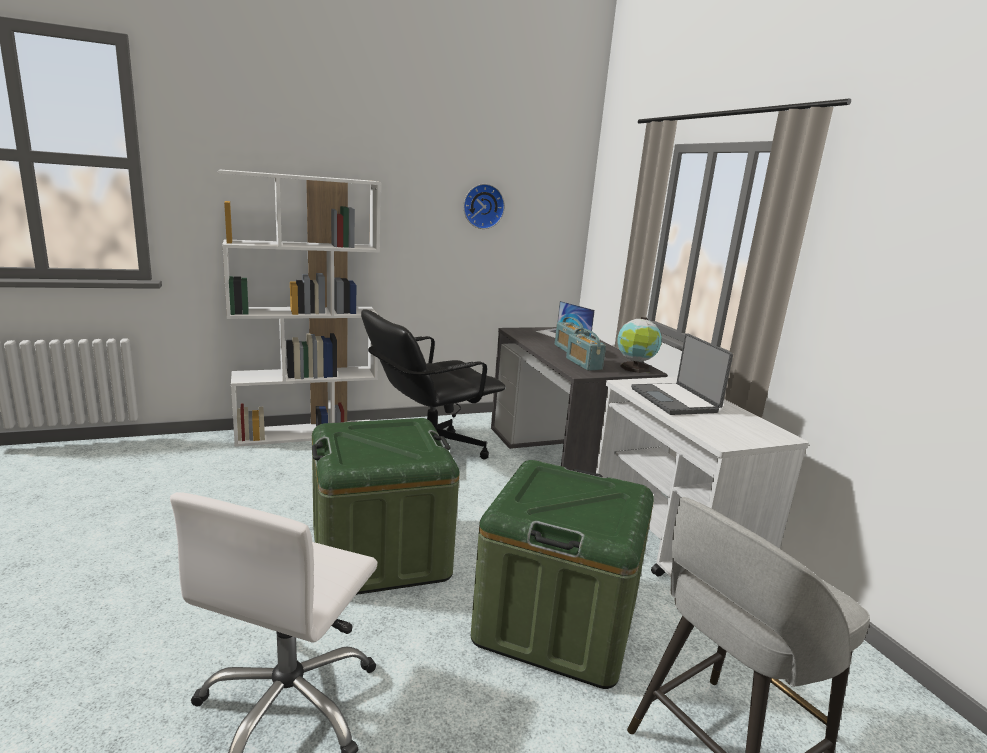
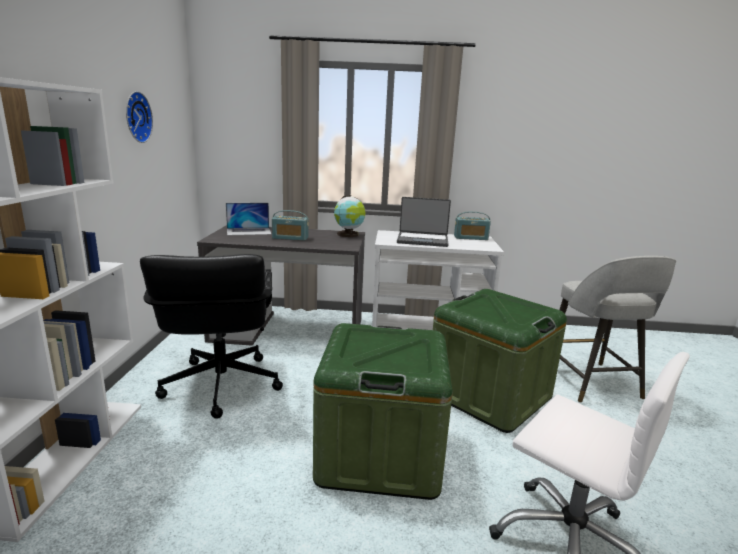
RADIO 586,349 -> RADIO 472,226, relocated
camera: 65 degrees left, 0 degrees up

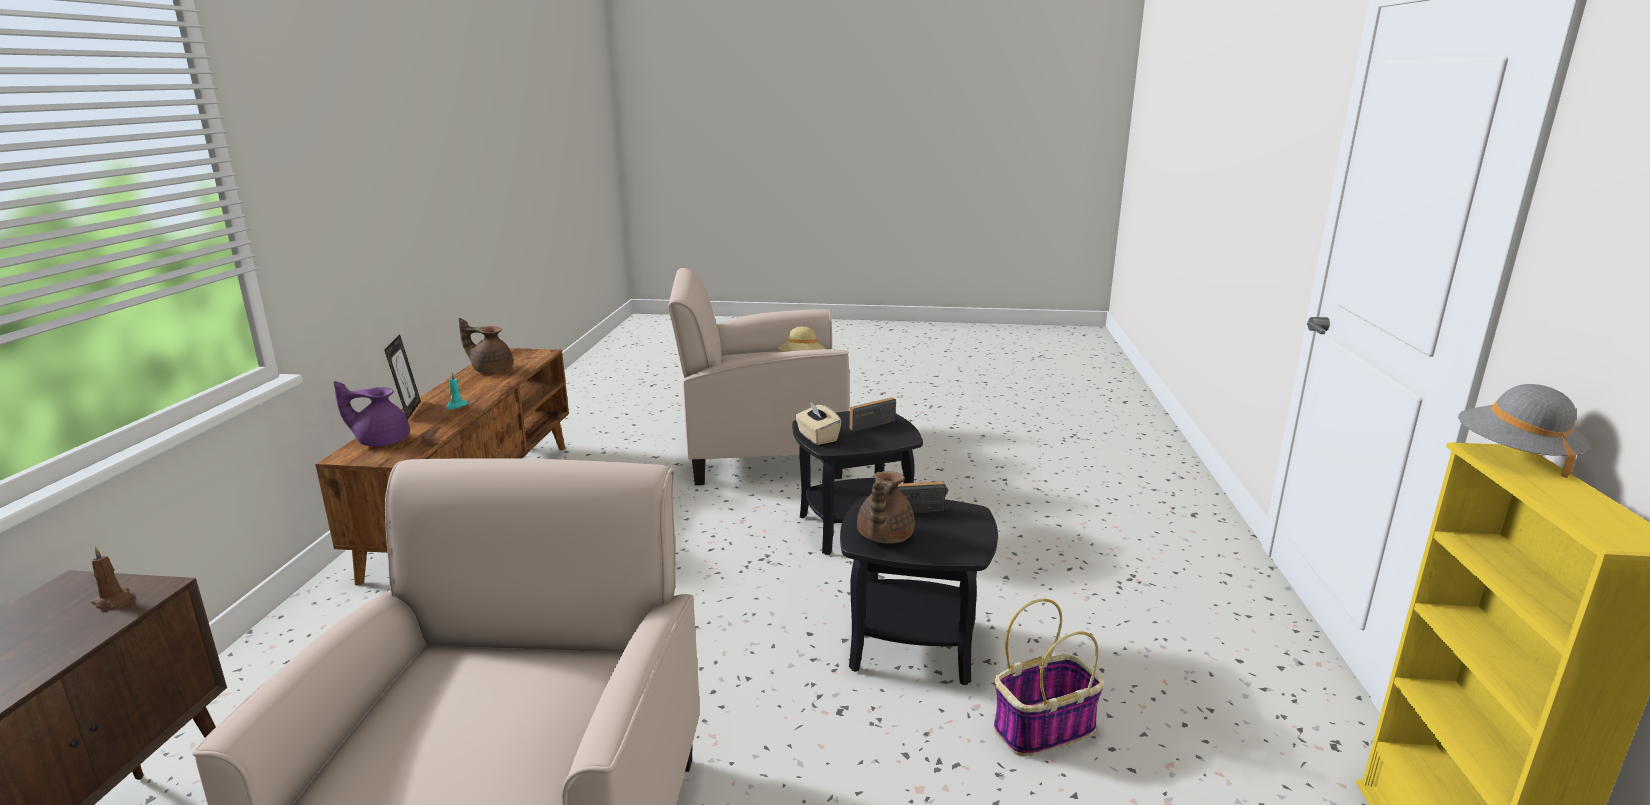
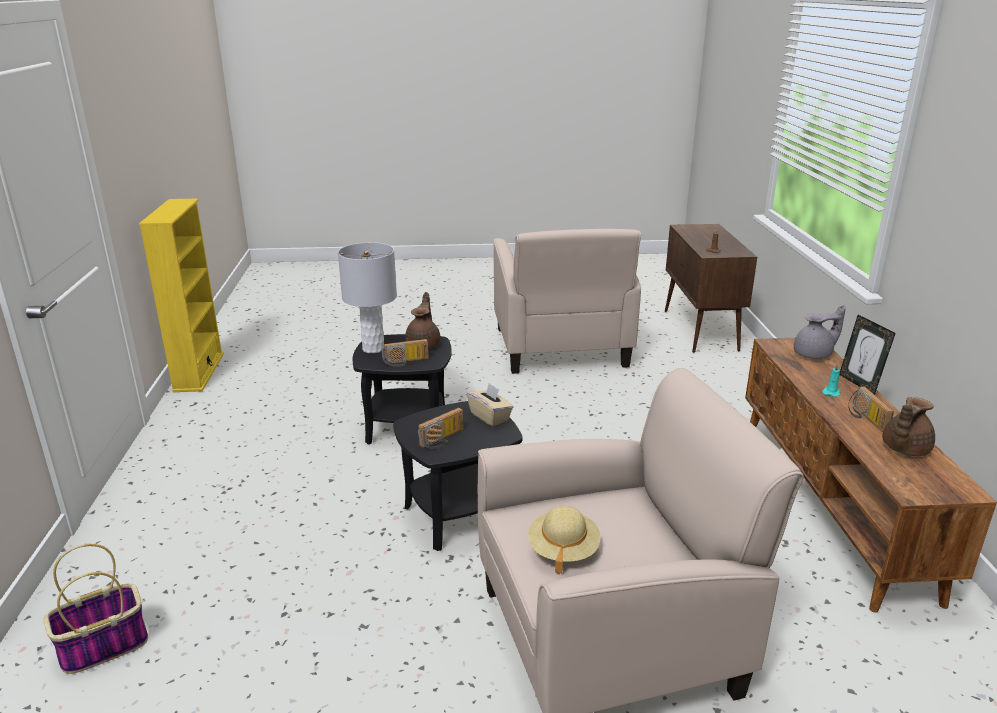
BASKET 1049,677 -> BASKET 95,609, relocated
none -> GREY TABLE LAMP 367,297
PURPLE TEAPOT 371,413 -> GREY TEAPOT 820,332
none -> RADIO 871,409
BROWN TEAPOT 485,345 -> BROWN TEAPOT 908,426, 135 degrees clockwise
GREY HAT 1524,431 -> none
camera: 170 degrees right, 5 degrees up

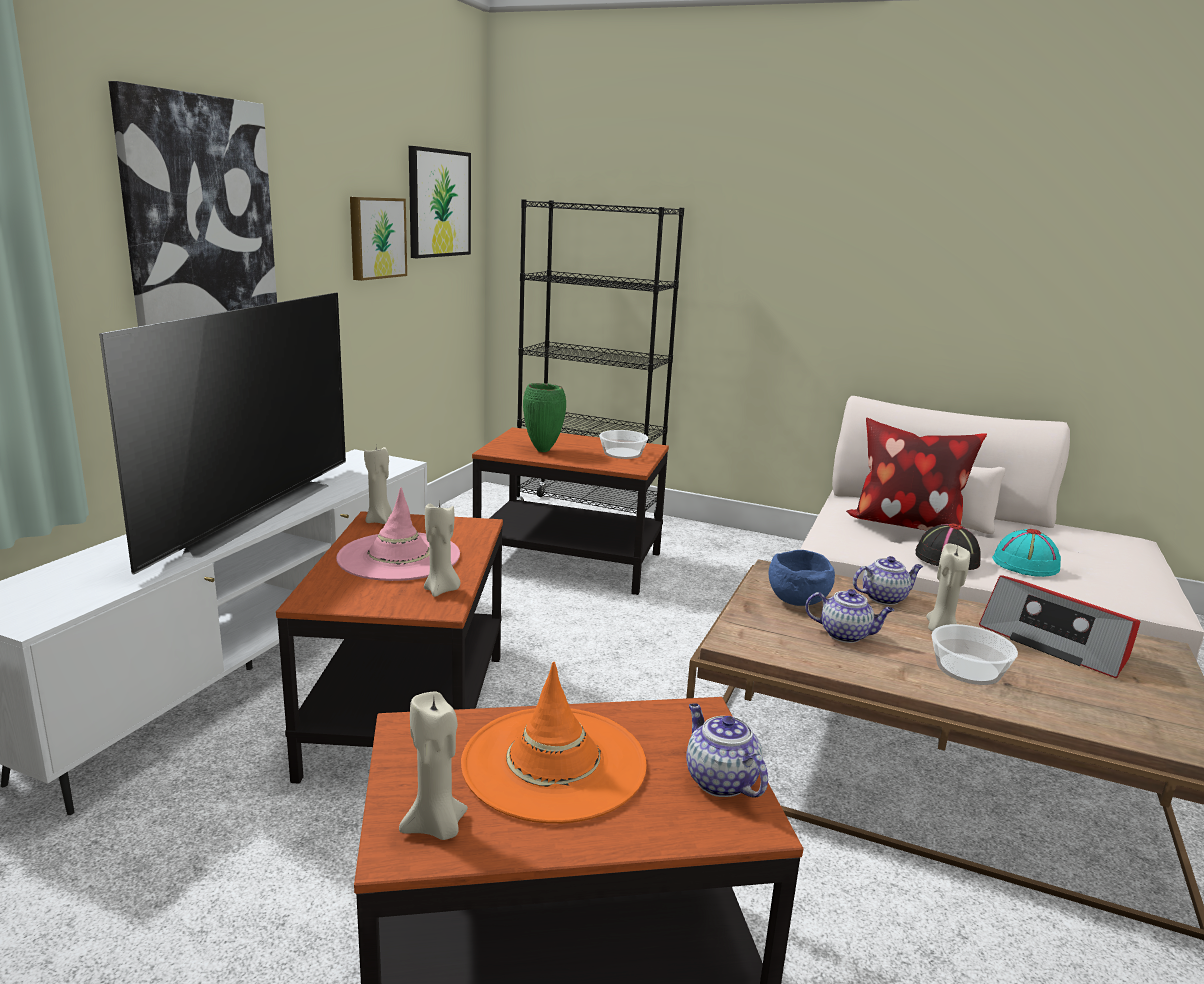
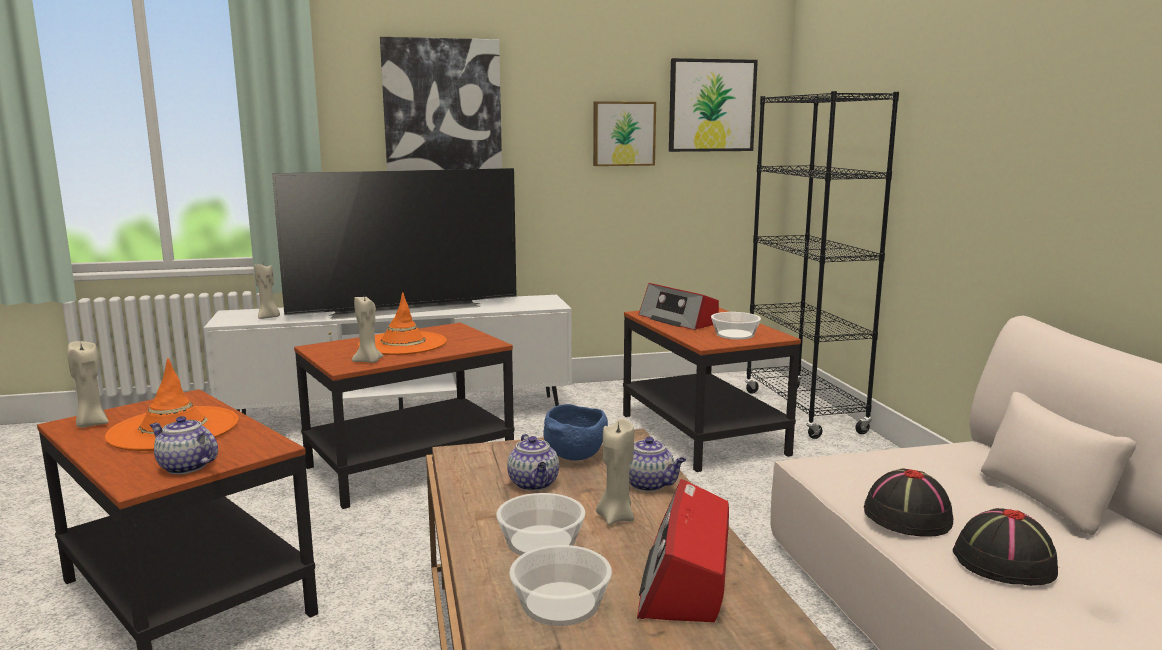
TEAPOT 727,750 -> TEAPOT 184,445, 90 degrees counterclockwise
BEIGE CANDLE 378,485 -> BEIGE CANDLE 267,291, relocated
PINK HAT 398,534 -> ORANGE HAT 402,324
none -> BOWL 560,585
GREEN VASE 544,417 -> RADIO 679,306
TURQUOISE HAT 1026,553 -> BLACK HAT 1006,547
PILLOW 916,474 -> none
camera: 55 degrees right, 5 degrees down

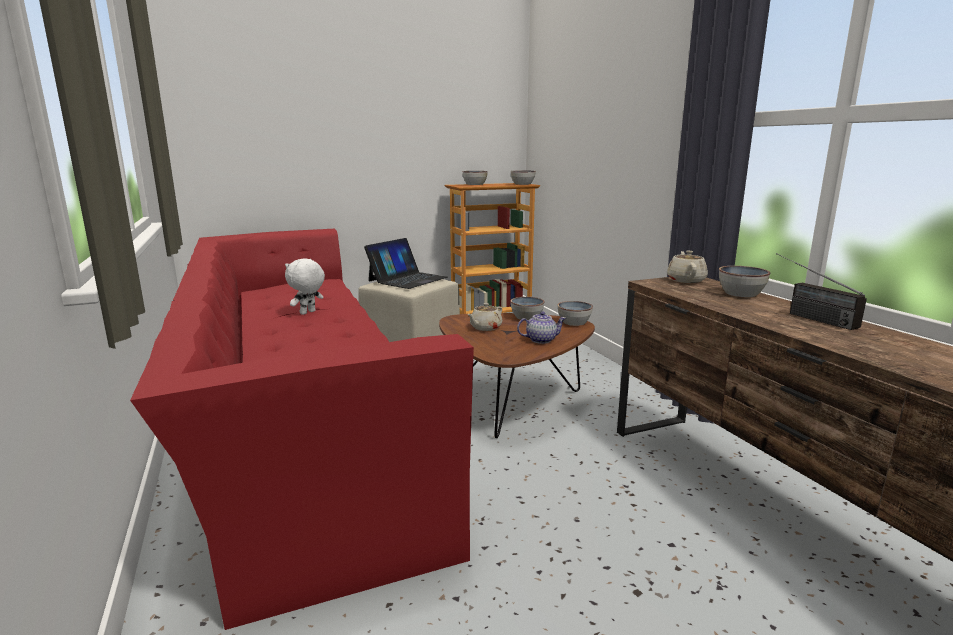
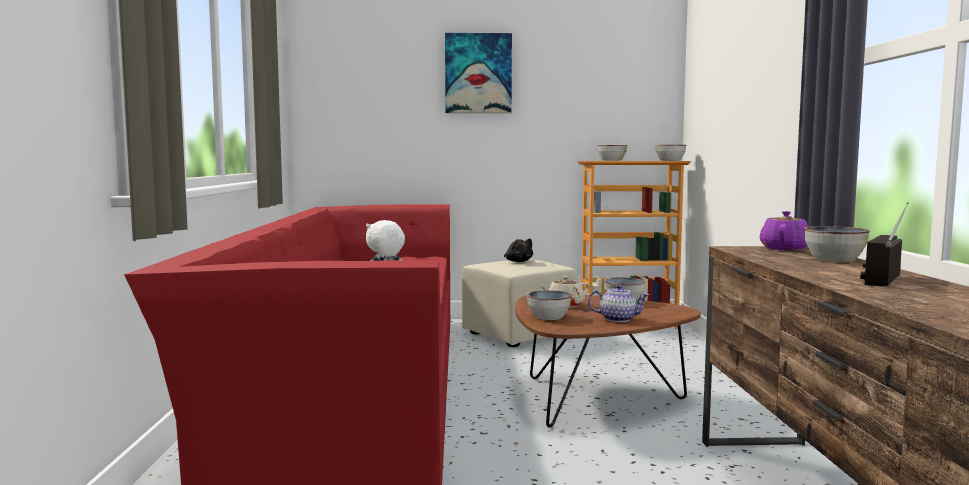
none -> PICTURE 478,73
LAPTOP 405,263 -> BLACK PLUSH TOY 518,250
BOWL 575,313 -> BOWL 549,305, relocated
BEIGE TEAPOT 687,267 -> PURPLE TEAPOT 784,230
RADIO 821,291 -> RADIO 884,244, 45 degrees clockwise
camera: 20 degrees right, 10 degrees down

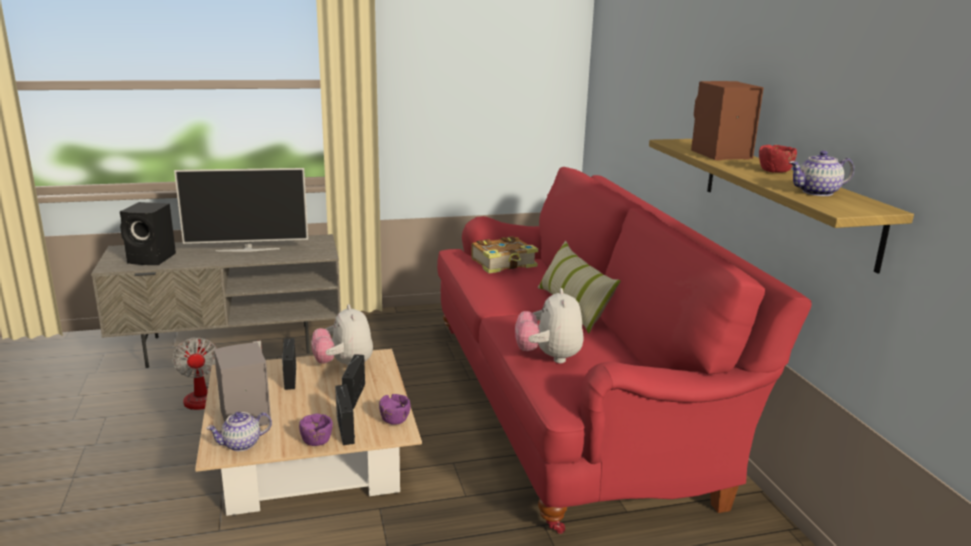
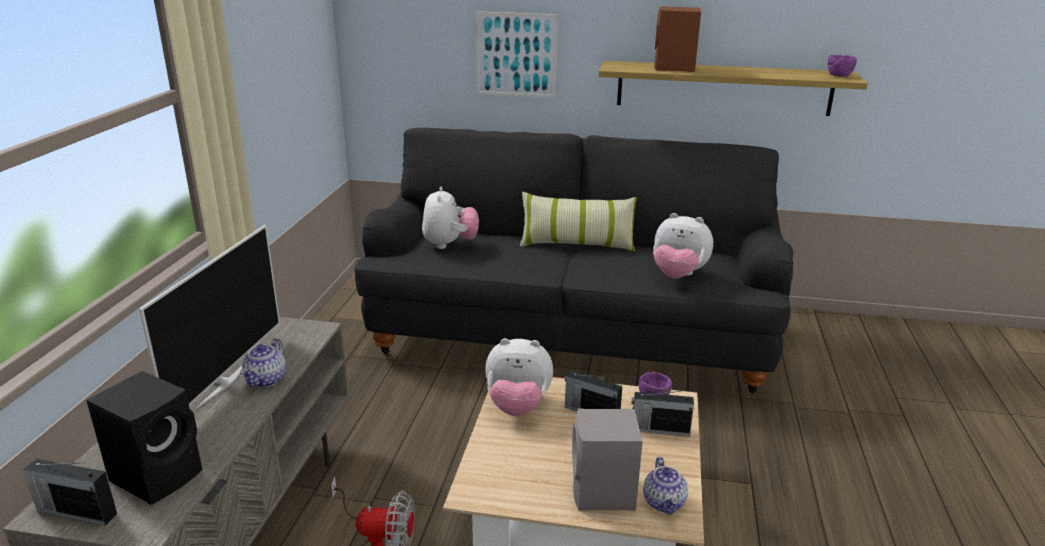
RADIO 289,364 -> RADIO 70,492, relocated
TEAPOT 821,173 -> TEAPOT 263,362, relocated
RED SOFA 624,350 -> BLACK SOFA 573,260
BOOK 504,254 -> PLUSH TOY 450,217
none -> PICTURE 517,55
PURPLE BOWL 316,430 -> PURPLE BOWL 842,65, relocated
RED BOWL 778,159 -> none
camera: 65 degrees left, 5 degrees up

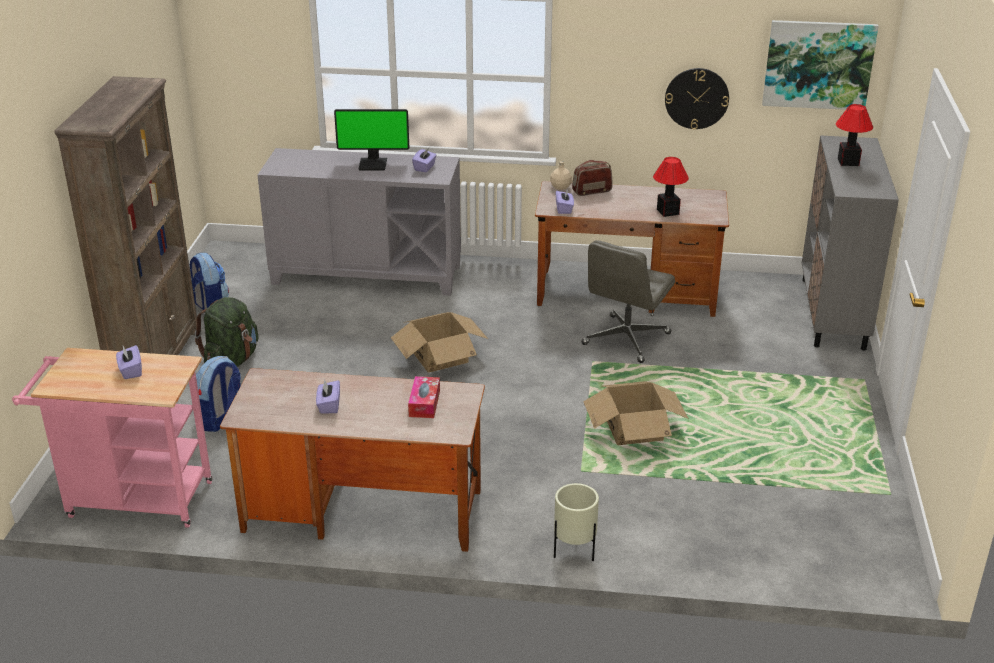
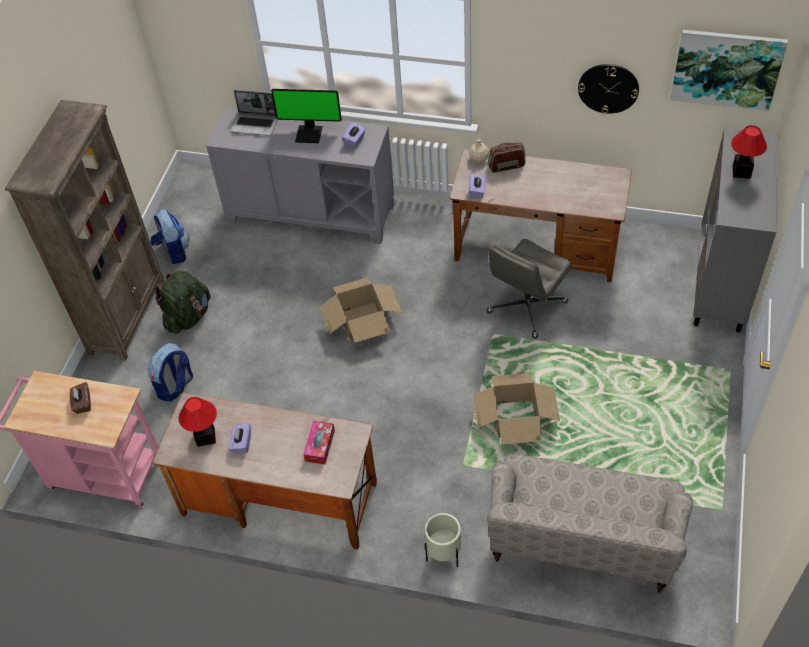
PURPLE TISSUE BOX 129,362 -> BROWN TISSUE BOX 80,398
TABLE LAMP 671,187 -> TABLE LAMP 198,422, relocated
none -> LAPTOP 254,113
none -> BEIGE SOFA 590,523
camera: 10 degrees right, 20 degrees up

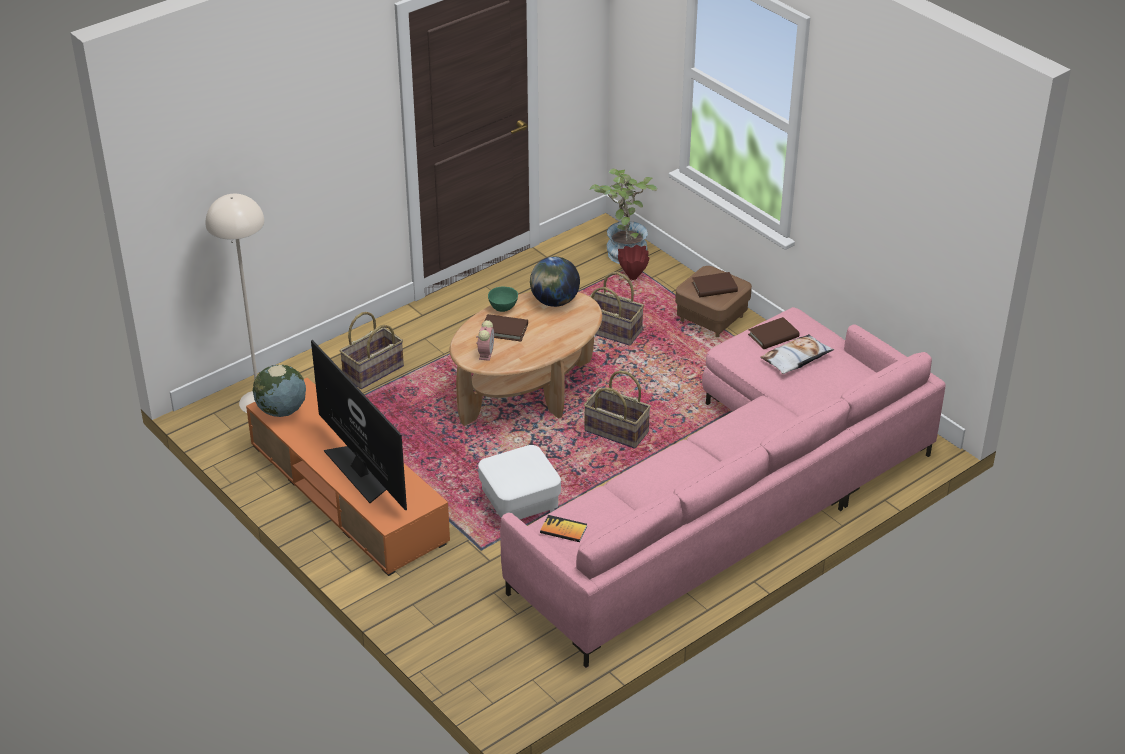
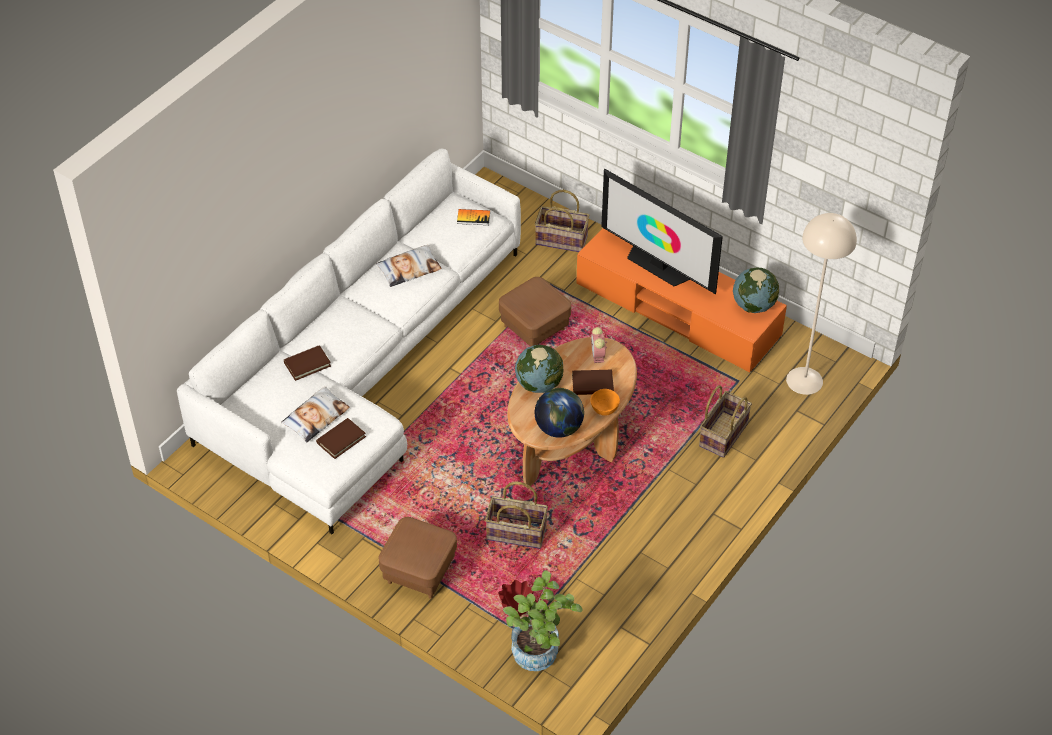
PINK SOFA 723,487 -> WHITE SOFA 349,341
BROWN BOOK 715,284 -> BROWN BOOK 307,363, relocated
none -> PILLOW 409,266
WHITE OTTOMAN 519,482 -> BROWN OTTOMAN 535,312
none -> GLOBE 539,369
BASKET 617,409 -> BASKET 562,221, relocated
GREEN BOWL 503,299 -> ORANGE BOWL 605,402
camera: 165 degrees right, 10 degrees up

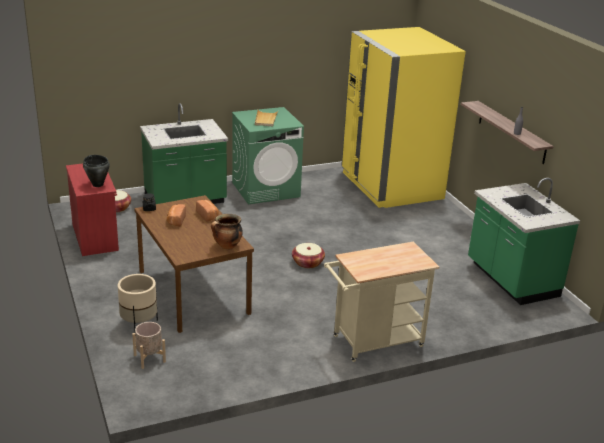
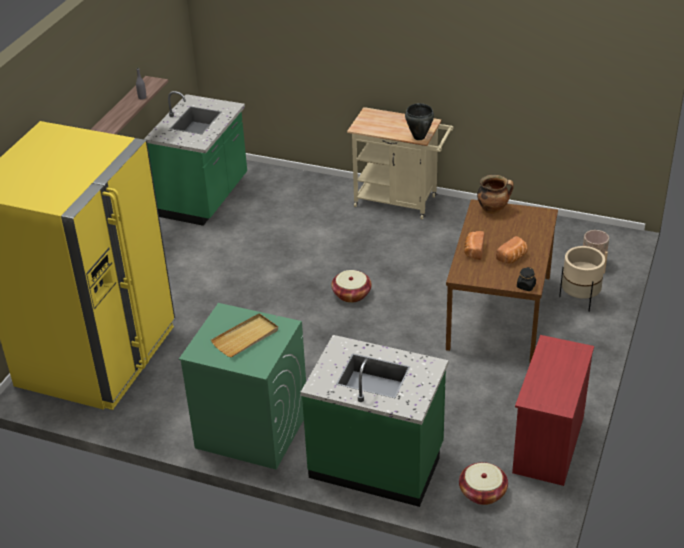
BLACK COOKING POT 96,171 -> BLACK COOKING POT 419,121, relocated
camera: 135 degrees left, 10 degrees up

